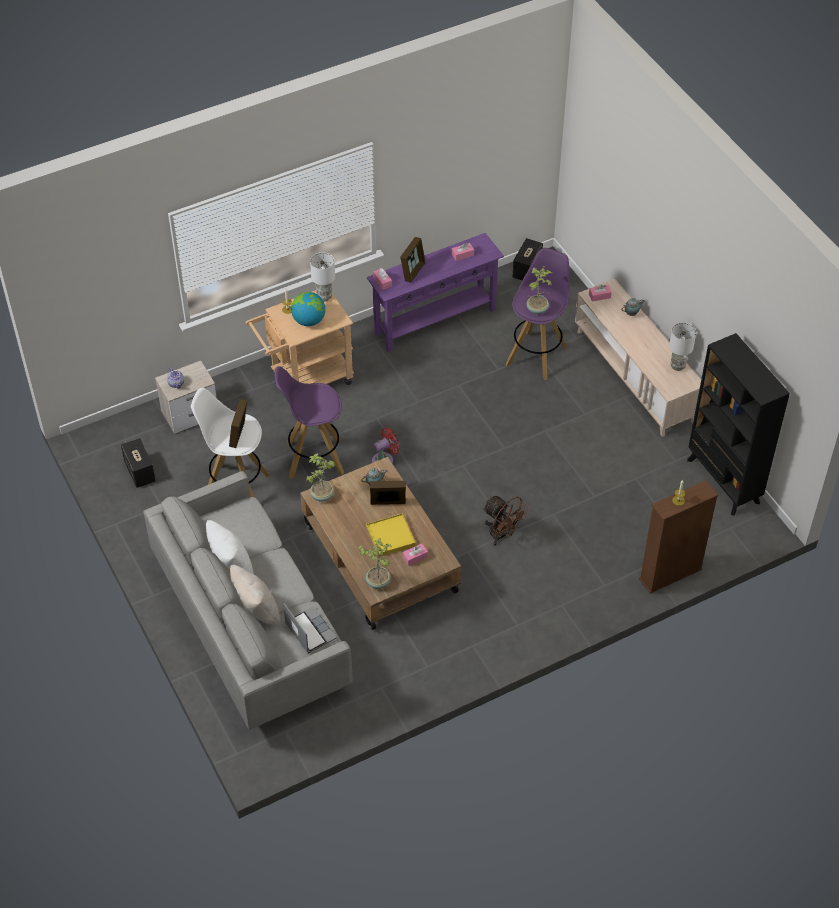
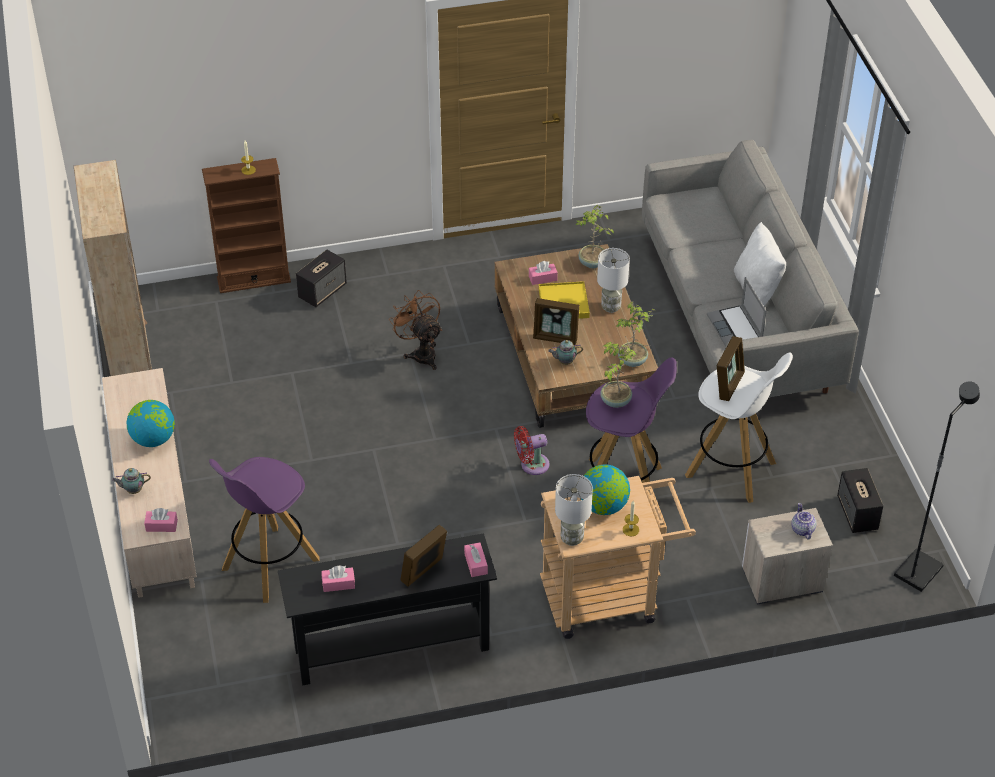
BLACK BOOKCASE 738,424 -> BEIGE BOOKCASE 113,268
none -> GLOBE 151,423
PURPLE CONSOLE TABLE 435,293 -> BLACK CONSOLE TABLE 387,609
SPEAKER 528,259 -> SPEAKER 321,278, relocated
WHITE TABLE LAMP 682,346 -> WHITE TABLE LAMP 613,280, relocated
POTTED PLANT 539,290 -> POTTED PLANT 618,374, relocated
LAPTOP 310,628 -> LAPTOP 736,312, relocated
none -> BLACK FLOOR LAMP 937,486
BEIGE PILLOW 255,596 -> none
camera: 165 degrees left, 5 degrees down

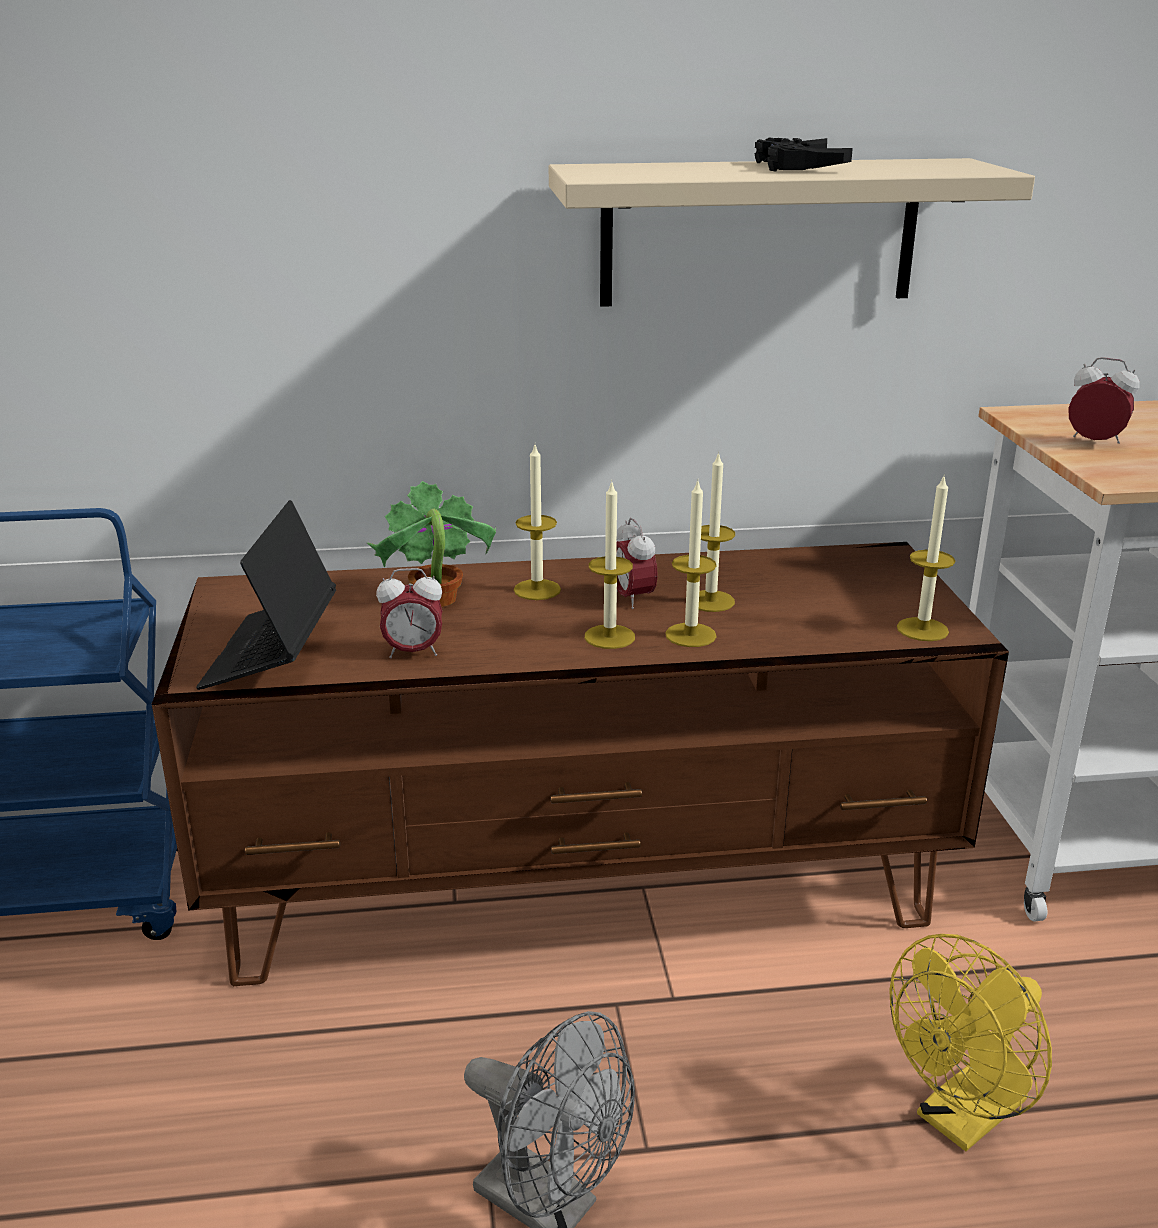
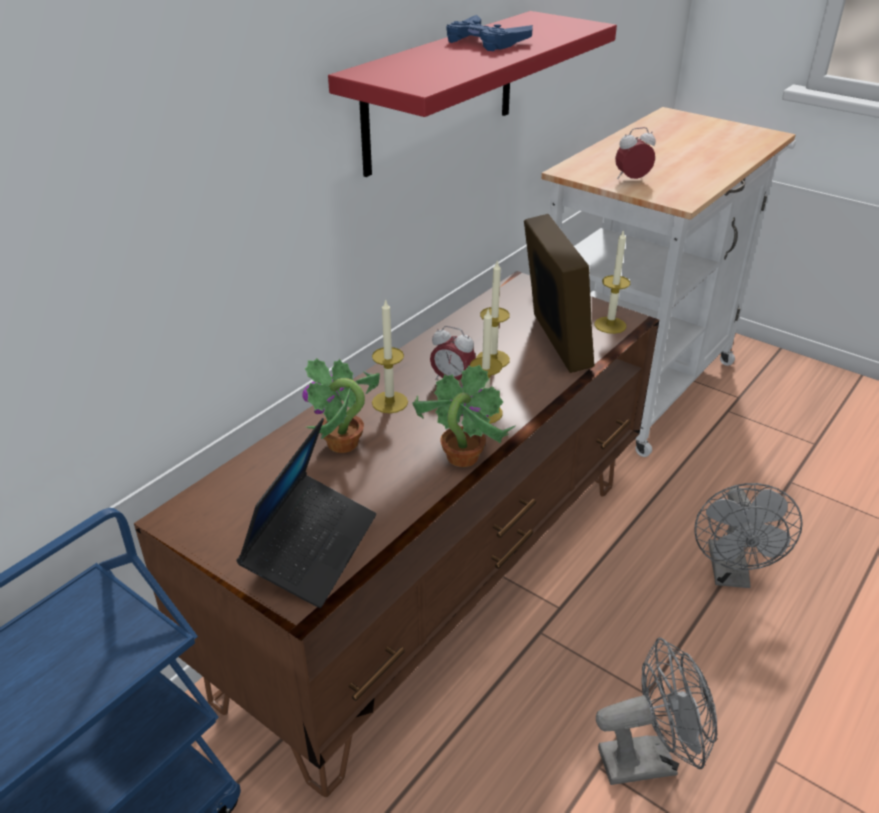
LAPTOP 266,595 -> LAPTOP 306,513, 120 degrees counterclockwise
BEIGE SHELF 792,232 -> RED SHELF 472,94
none -> POTTED PLANT 463,416
BLACK GAME CONTROLLER 803,154 -> BLUE GAME CONTROLLER 489,33
none -> PICTURE FRAME 559,293
YELLOW FAN 970,1042 -> GREY FAN 748,535
ALARM CLOCK 409,613 -> none
CANDLE 691,564 -> none
camera: 45 degrees left, 10 degrees up

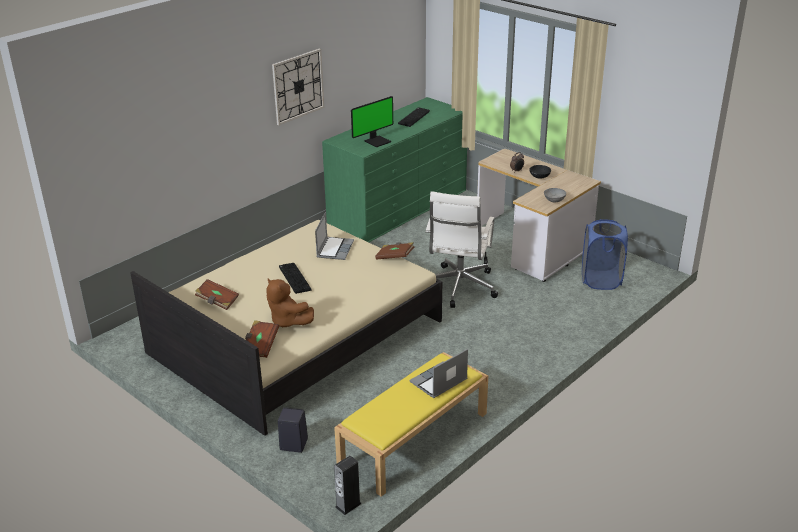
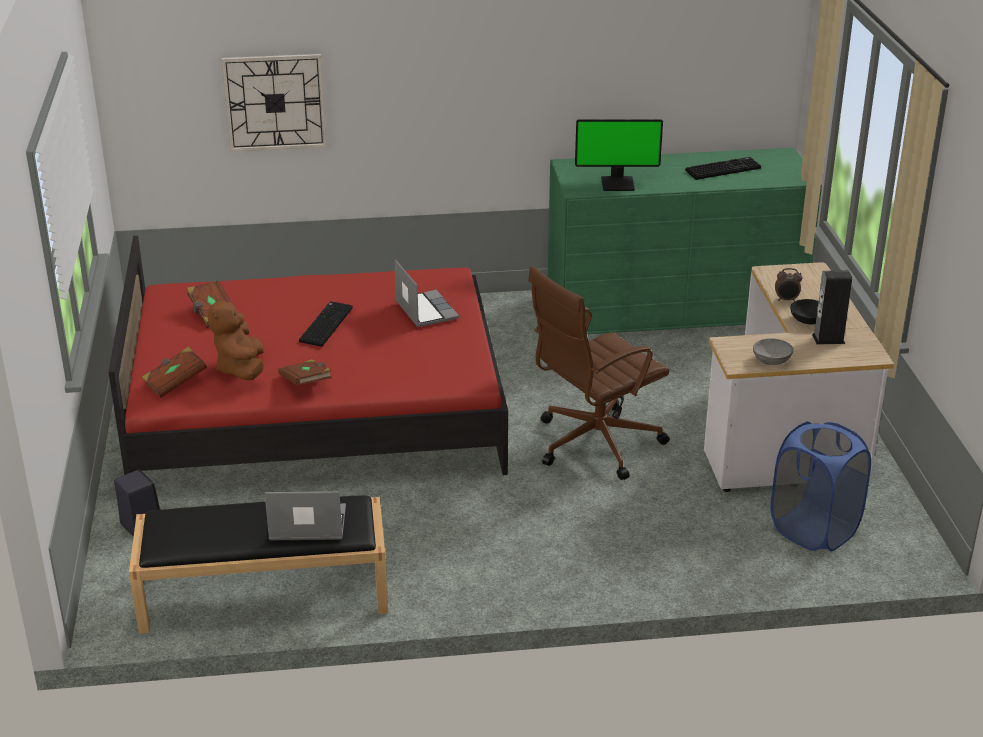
BEIGE BED 286,328 -> RED BED 308,355
YELLOW BENCH 411,424 -> BLACK BENCH 258,564
WALL CLOCK 298,87 -> WALL CLOCK 274,103, relocated
BROWN BOOK 394,250 -> BROWN BOOK 305,372, relocated
LAPTOP 334,236 -> LAPTOP 427,293, 75 degrees counterclockwise
WHITE OFFICE CHAIR 461,250 -> BROWN OFFICE CHAIR 599,373
SPEAKER 348,485 -> SPEAKER 832,307, relocated
camera: 40 degrees right, 0 degrees up

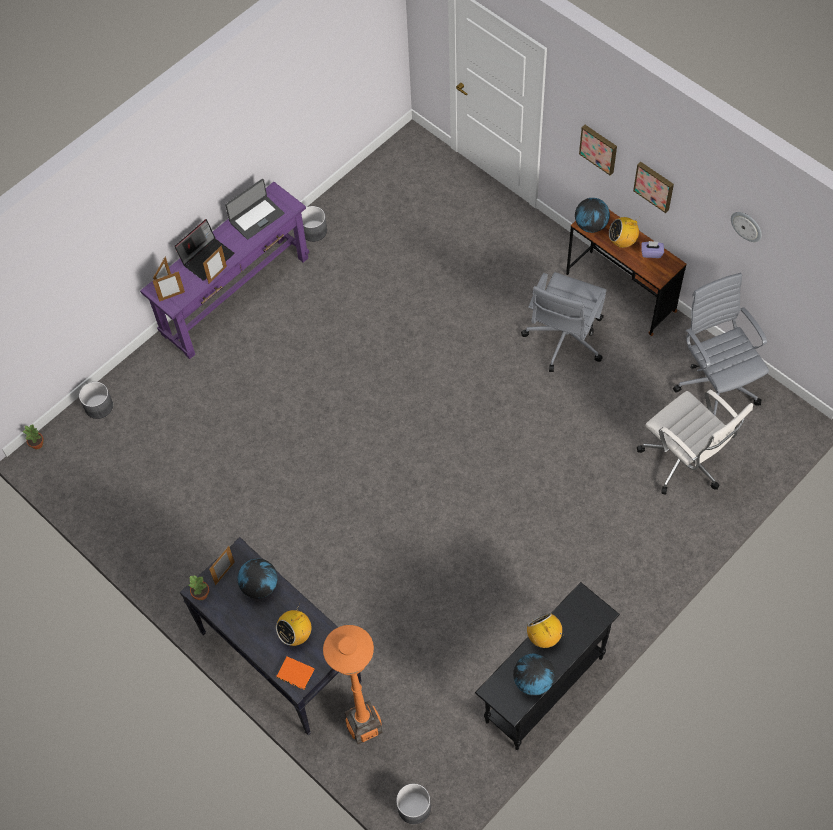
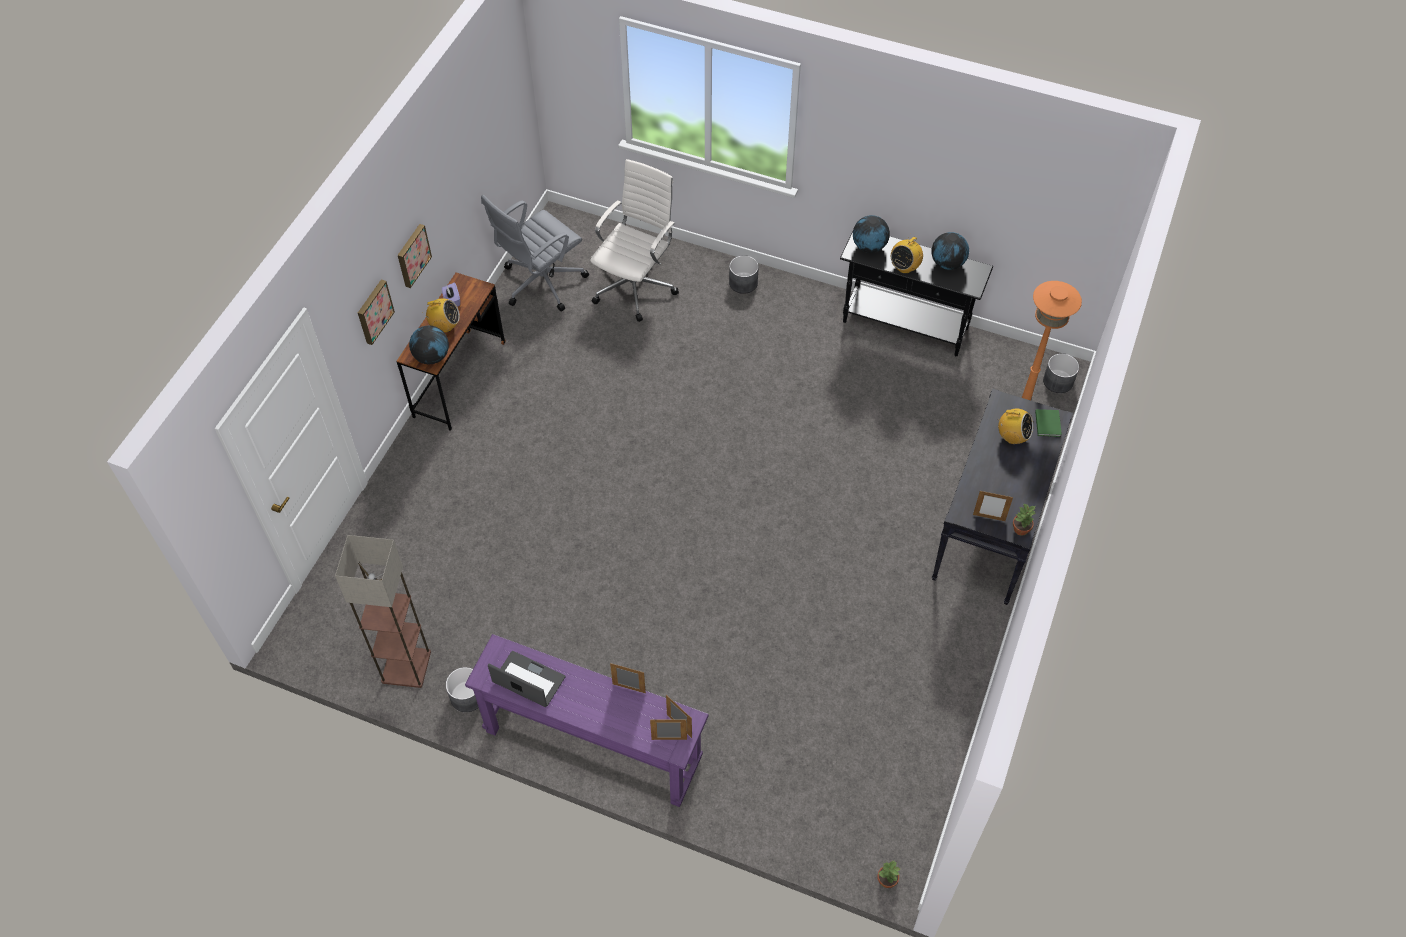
none -> FLOOR LAMP 383,611
RADIO 624,232 -> RADIO 441,315, 60 degrees counterclockwise
GREY PLANTER 96,400 -> GREY PLANTER 744,274, relocated
GLOBE 258,578 -> GLOBE 871,234, relocated
ORANGE BOOK 295,673 -> GREEN BOOK 1048,423
LAPTOP 204,250 -> none
GREY OFFICE CHAIR 564,322 -> none
WALL CLOCK 746,227 -> none
camera: 115 degrees left, 5 degrees down

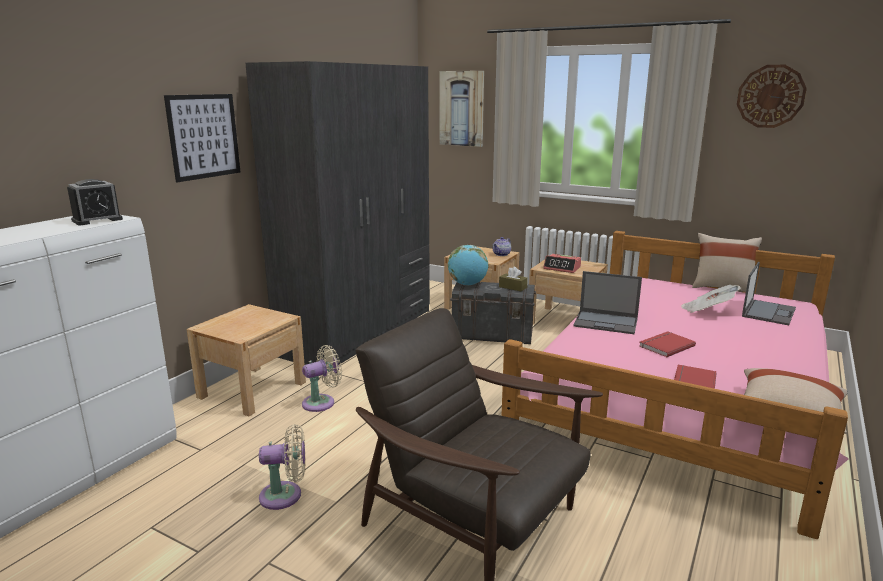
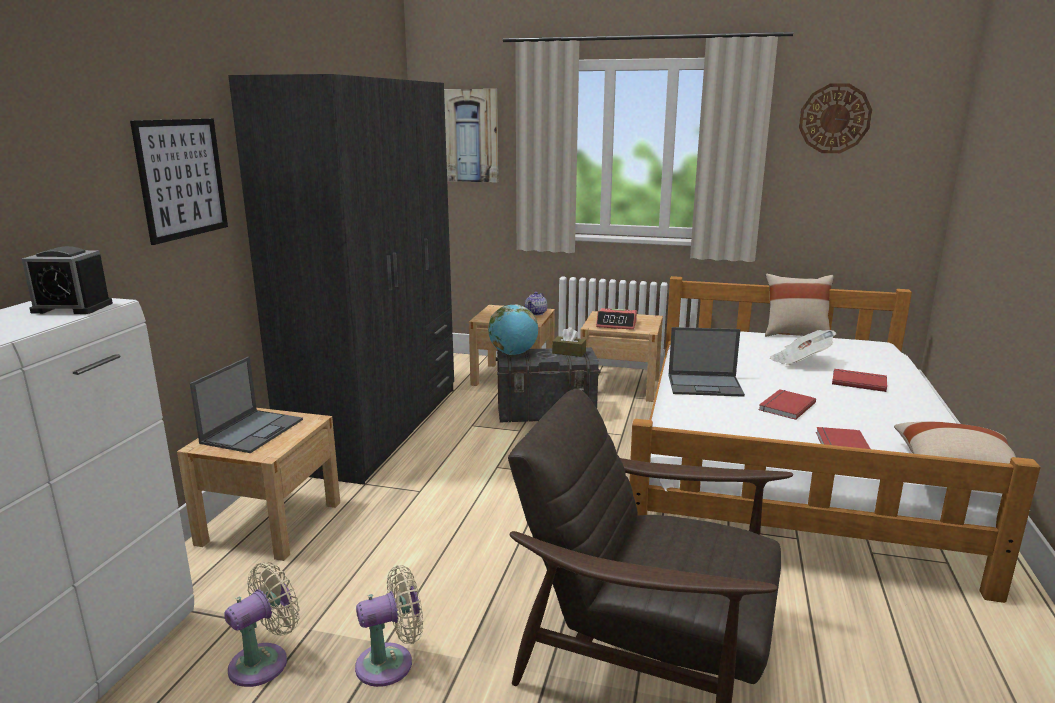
ALARM CLOCK 95,202 -> ALARM CLOCK 67,280, 60 degrees clockwise
LAPTOP 769,293 -> LAPTOP 246,405, relocated
BEIGE FAN 322,378 -> BEIGE FAN 262,624, relocated
PINK BED 675,385 -> WHITE BED 835,439
none -> RED BOOK 859,380
camera: 15 degrees left, 0 degrees up

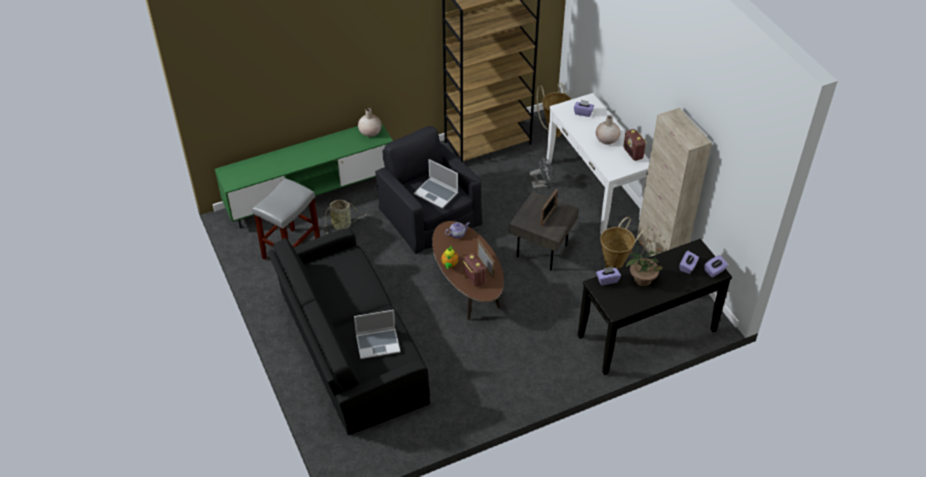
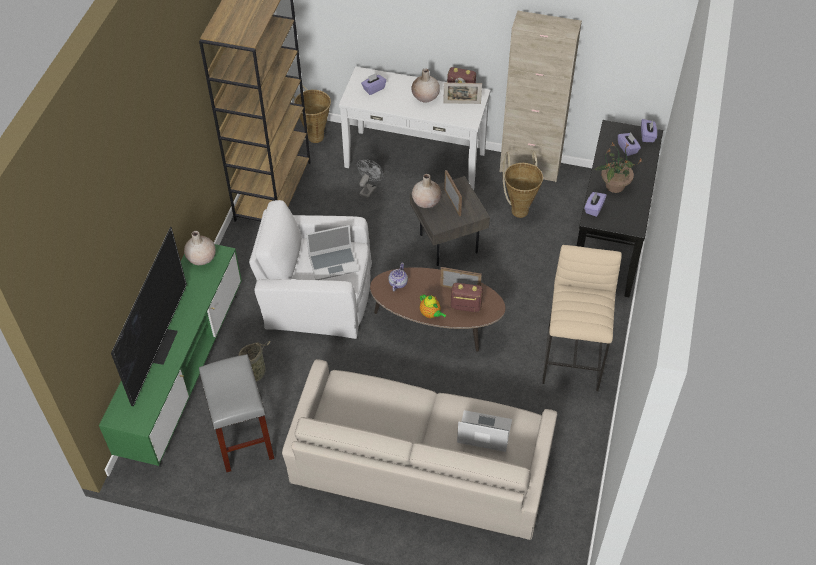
none -> TELEVISION 149,316
BLACK ARMCHAIR 429,190 -> WHITE ARMCHAIR 310,269
BLACK SOFA 349,331 -> BEIGE SOFA 419,449
none -> BEIGE VASE 426,191
none -> PICTURE FRAME 462,93
LAPTOP 377,334 -> LAPTOP 484,431, 105 degrees counterclockwise
none -> BEIGE STOOL 582,318
camera: 50 degrees left, 5 degrees up

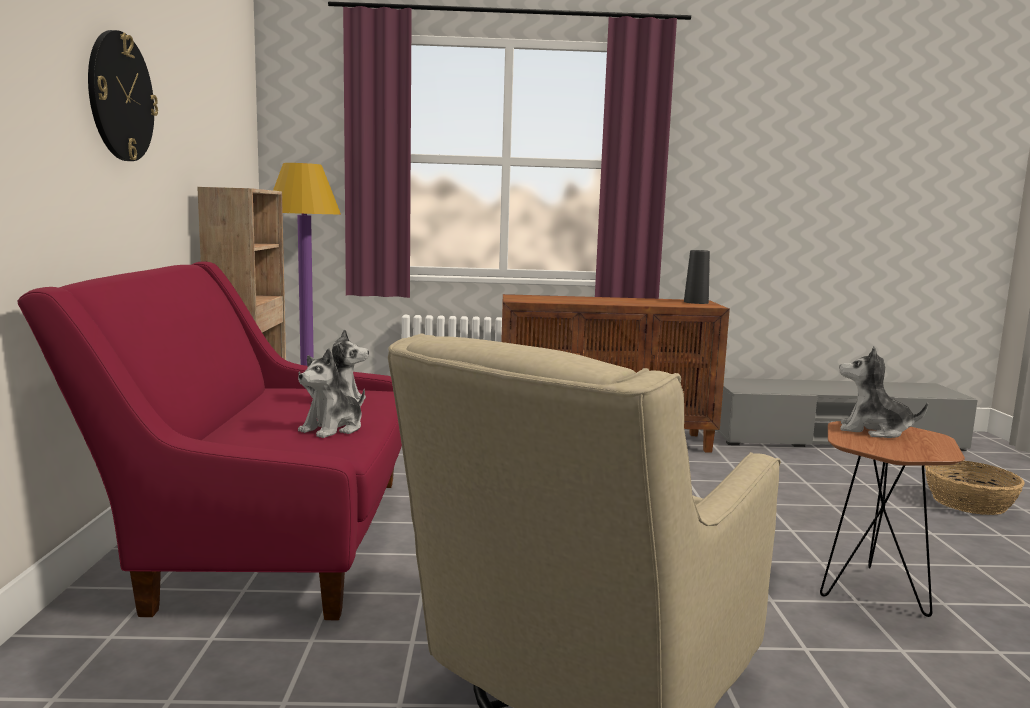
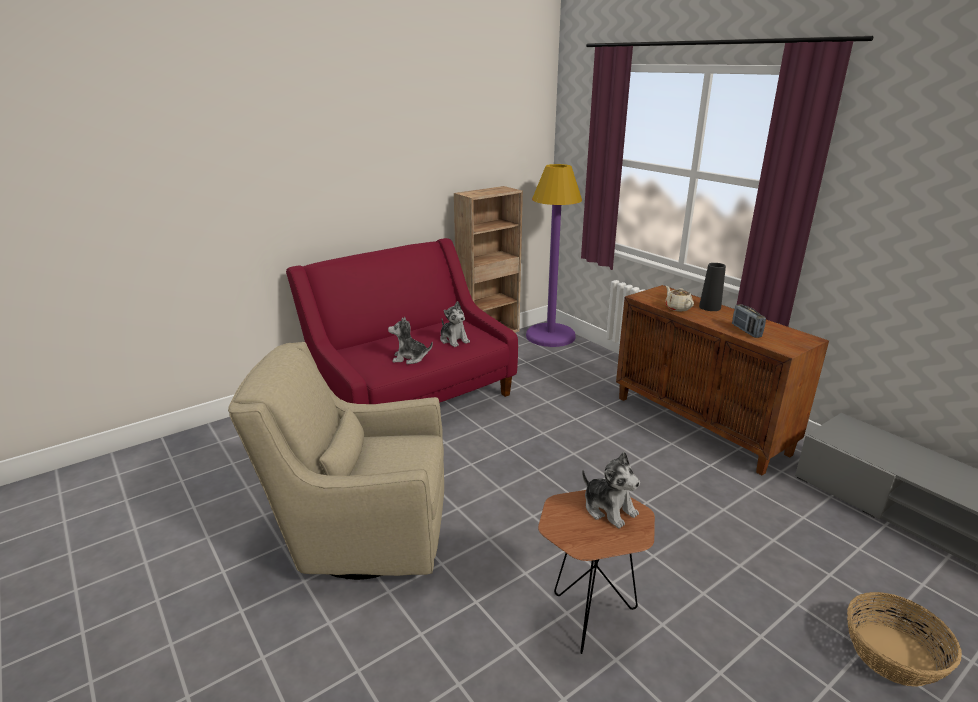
PLUSH TOY 883,392 -> PLUSH TOY 611,490, 150 degrees clockwise
none -> BEIGE TEAPOT 679,298
BLACK VASE 697,277 -> BLACK VASE 712,287, relocated
none -> RADIO 749,321
WALL CLOCK 123,95 -> none
camera: 55 degrees right, 15 degrees up

